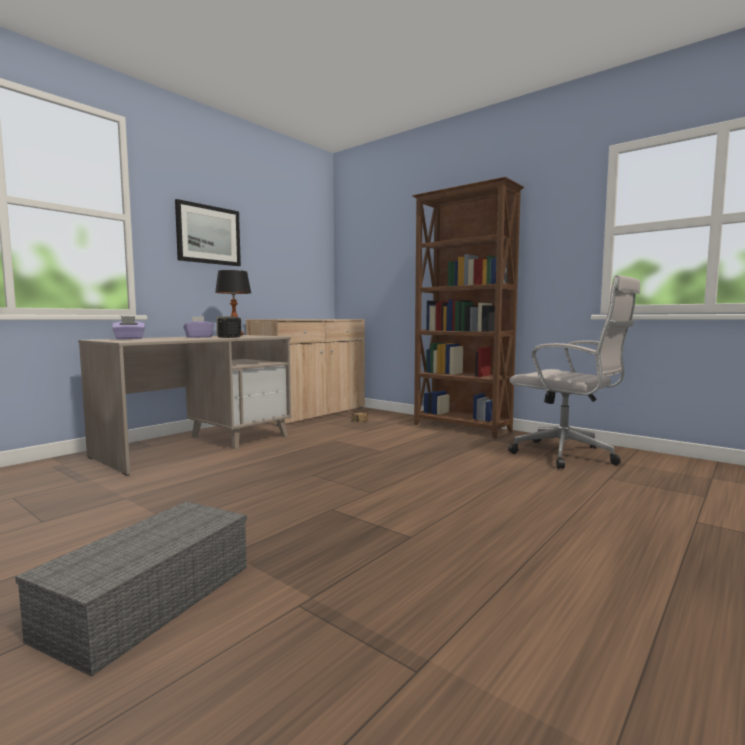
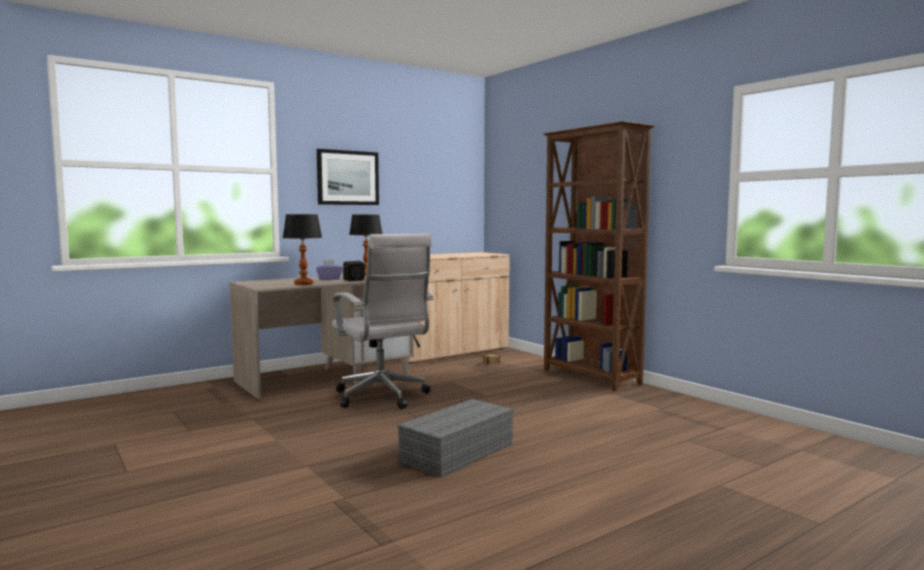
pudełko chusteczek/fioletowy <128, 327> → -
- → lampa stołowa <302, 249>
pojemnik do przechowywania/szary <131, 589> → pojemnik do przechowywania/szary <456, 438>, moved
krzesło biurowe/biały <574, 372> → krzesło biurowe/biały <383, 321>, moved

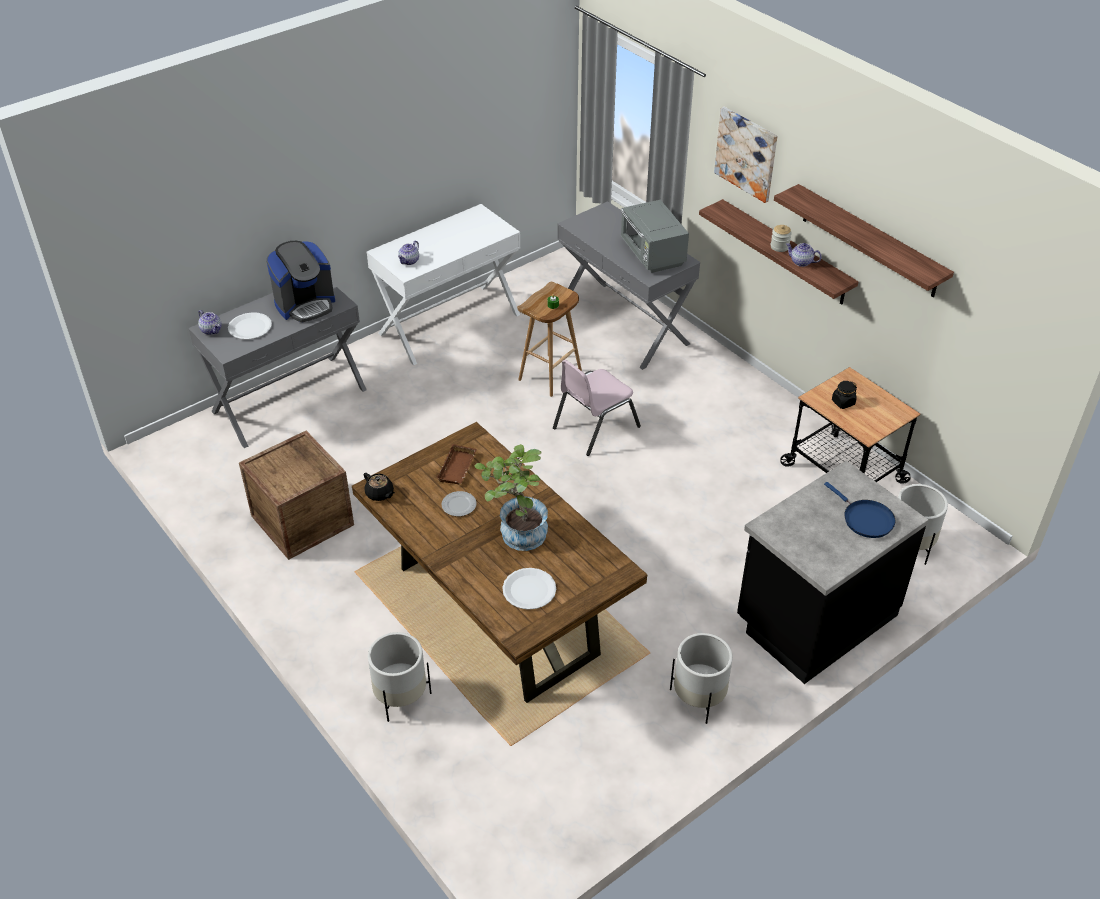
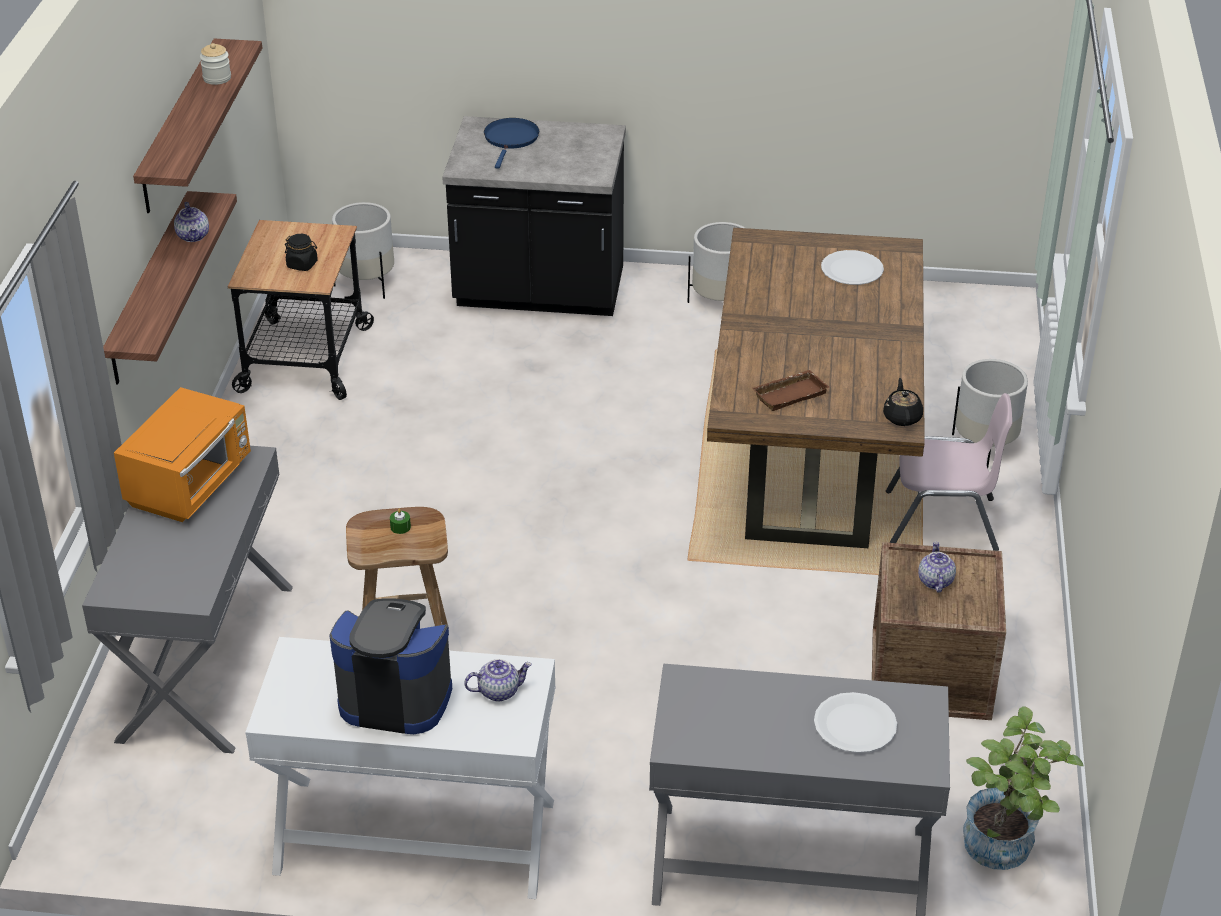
talerz <459, 503> → -
obraz <745, 155> → -
imbryk <210, 322> → imbryk <937, 567>, moved
ekspres do kawy <301, 282> → ekspres do kawy <390, 666>, moved
roślina doniczkowa <511, 497> → roślina doniczkowa <1023, 788>, moved
krzesło/różowy <597, 408> → krzesło/różowy <949, 472>, moved
słoik <781, 238> → słoik <215, 64>, moved
mikrofalówka/szary <655, 236> → mikrofalówka/pomarańczowy <182, 454>

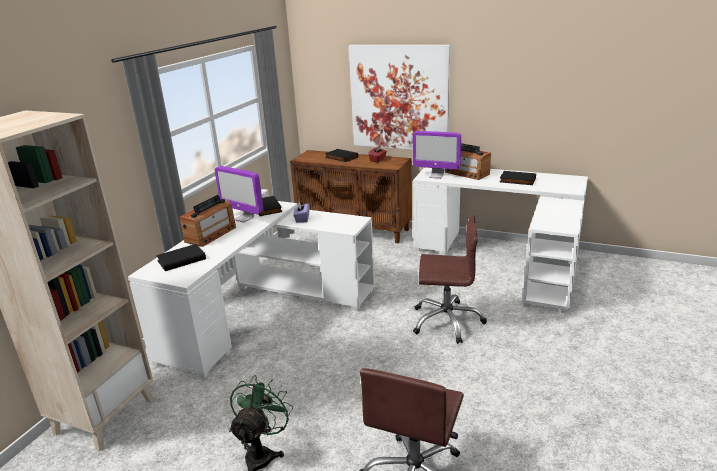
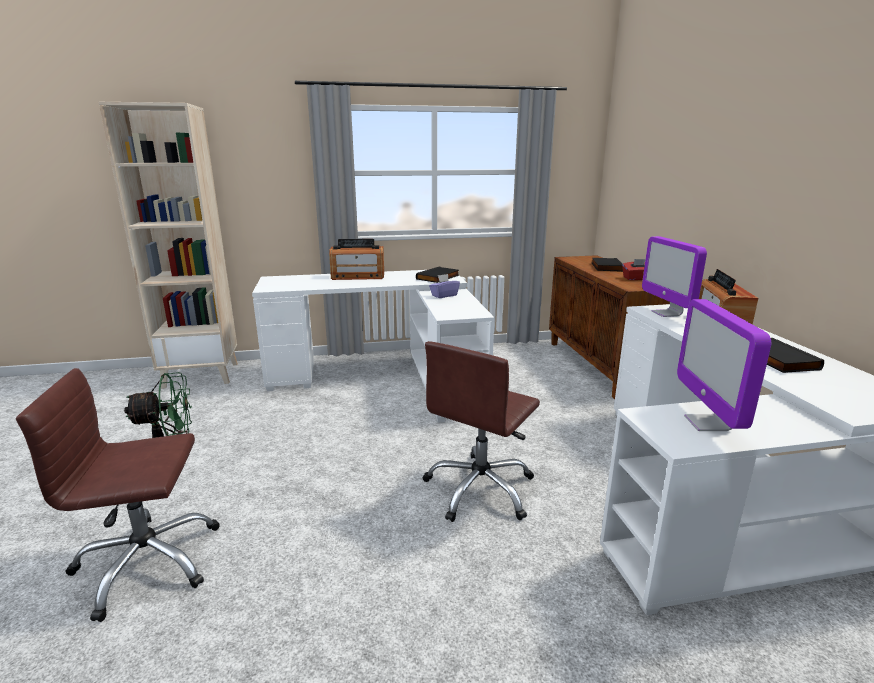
książka/czarny <181, 257> → -
obraz <400, 97> → -
monitor <239, 194> → monitor <724, 365>, moved
krzesło biurowe/brązowy <450, 279> → krzesło biurowe/brązowy <481, 431>, 60 degrees clockwise

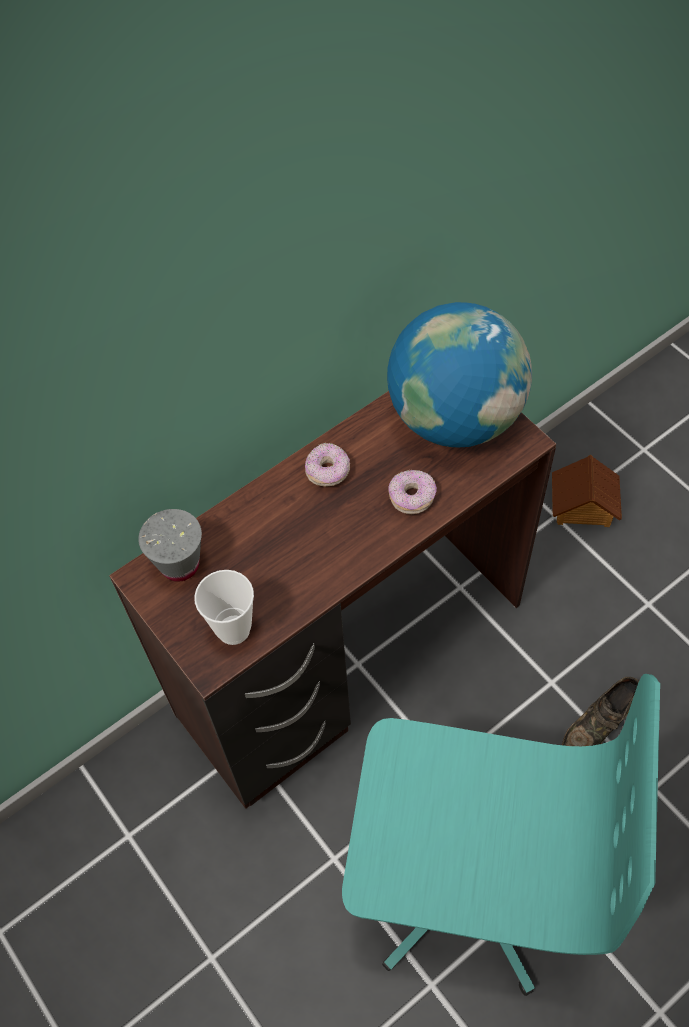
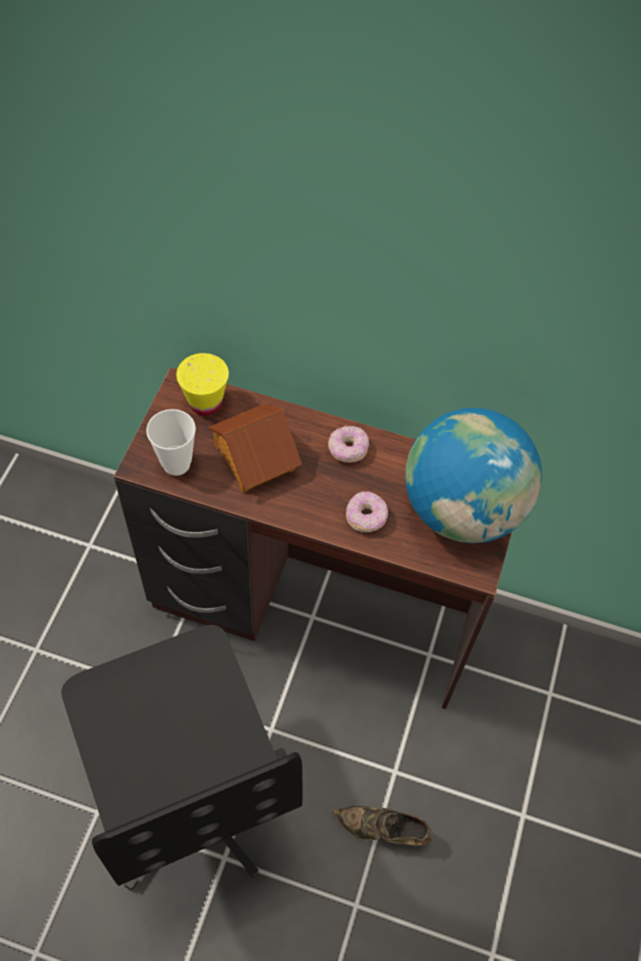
domek <587, 491> → domek <255, 448>, moved
filiżanka/szary <170, 545> → filiżanka/żółty <202, 384>
krzesło biurowe/turkusowy <501, 835> → krzesło biurowe/czarny <181, 758>

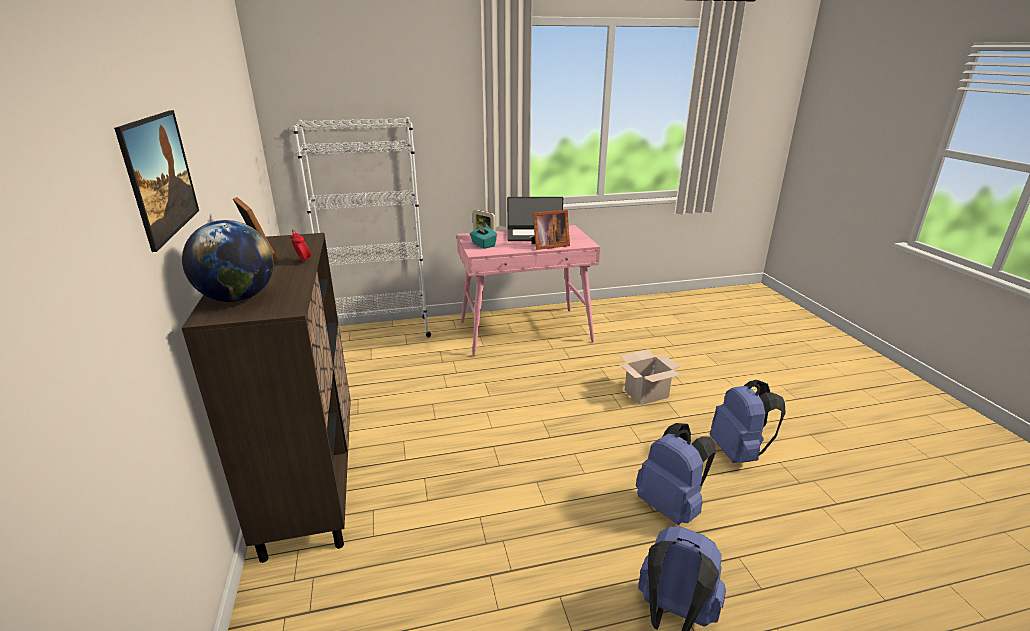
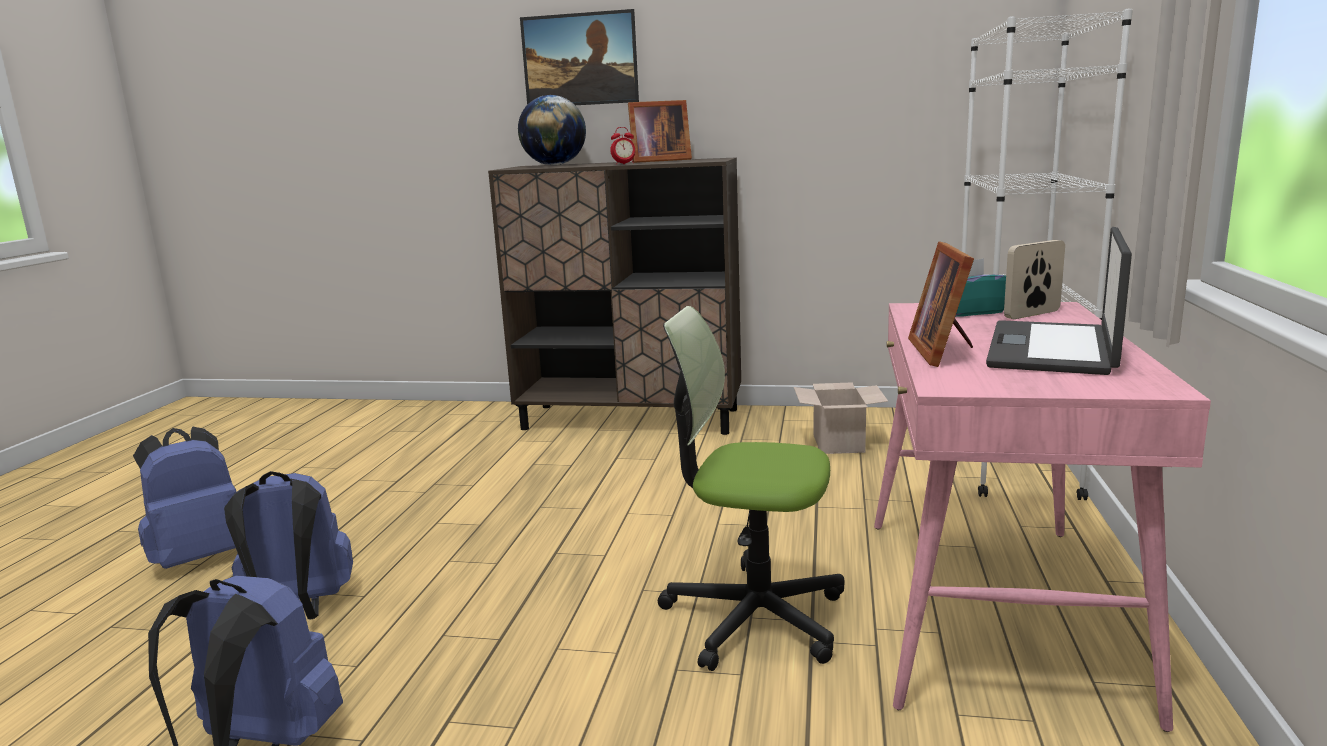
- → krzesło biurowe <751, 488>
karton <651, 377> → karton <841, 418>, moved

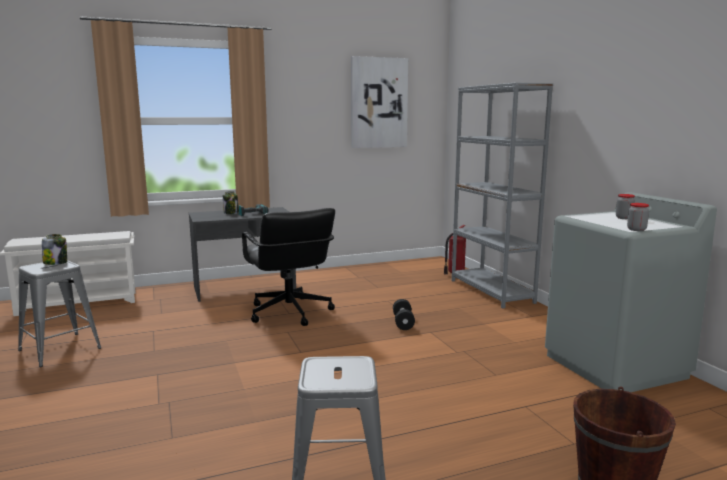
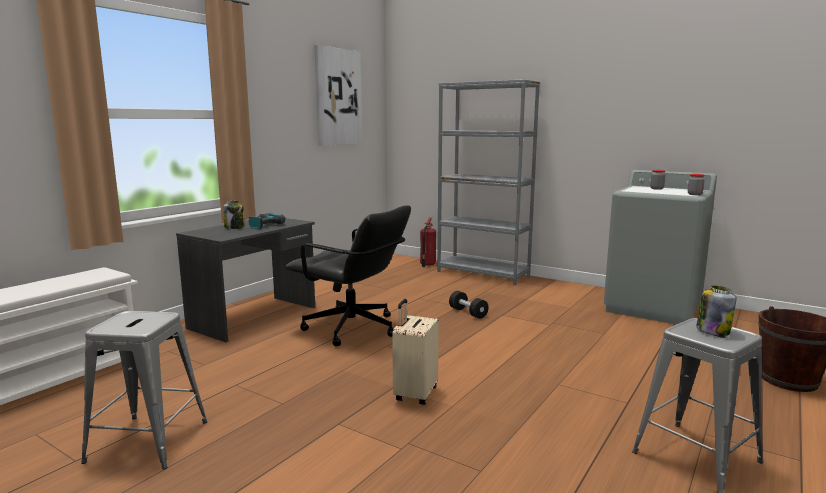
- → walizka/beżowy <415, 352>
słoik <54, 249> → słoik <716, 311>, moved

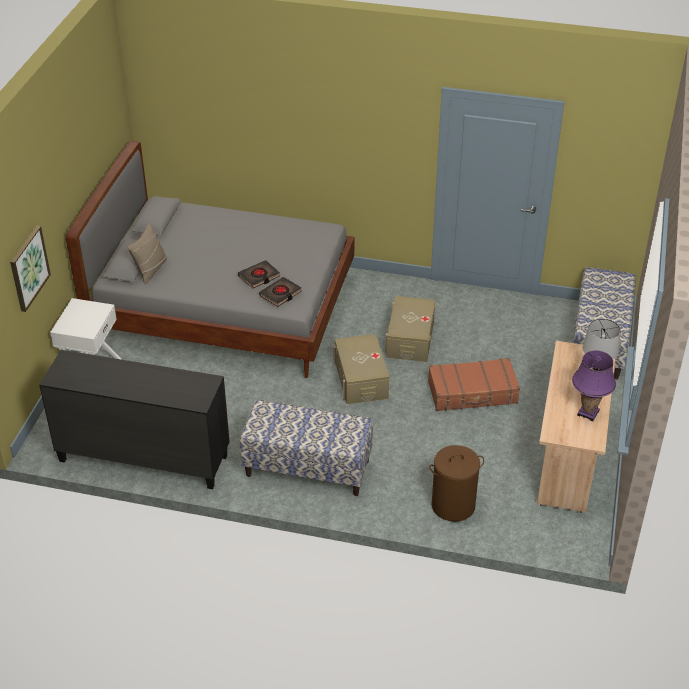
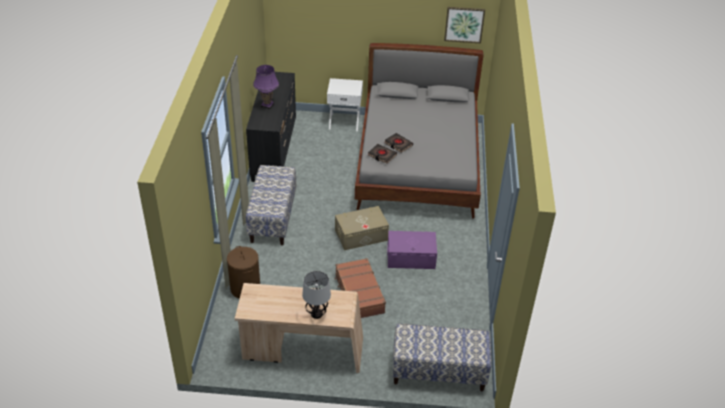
poduszka/beżowy <147, 253> → -
obraz <30, 269> → obraz <464, 25>, moved
lampa stołowa/fioletowy <594, 385> → lampa stołowa/fioletowy <266, 87>, moved
pojemnik do przechowywania/beżowy <410, 329> → pojemnik do przechowywania/fioletowy <412, 250>

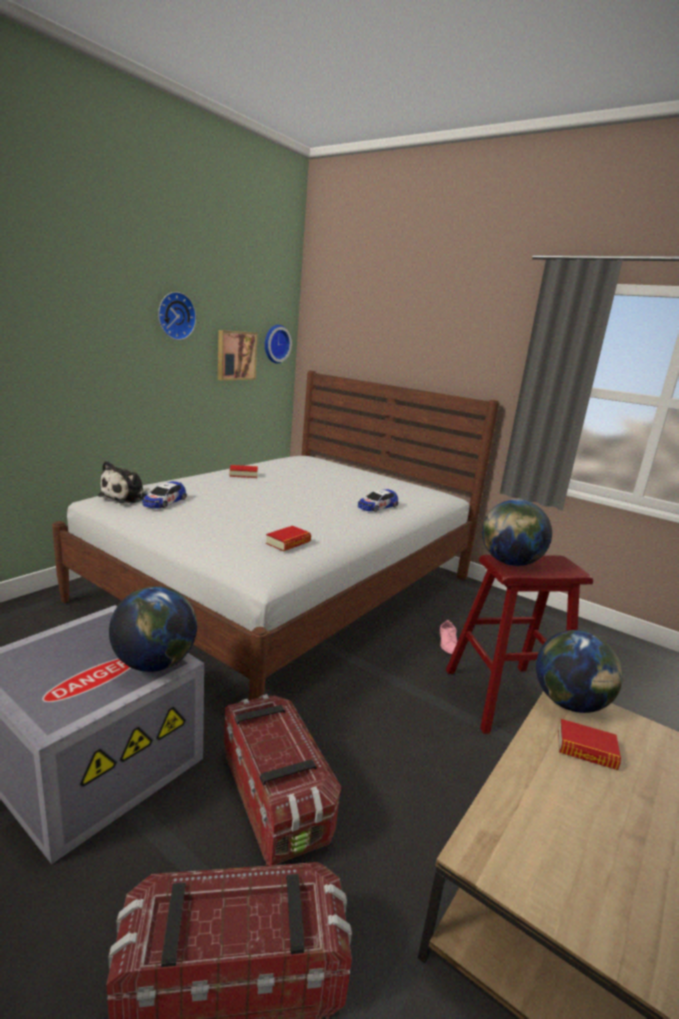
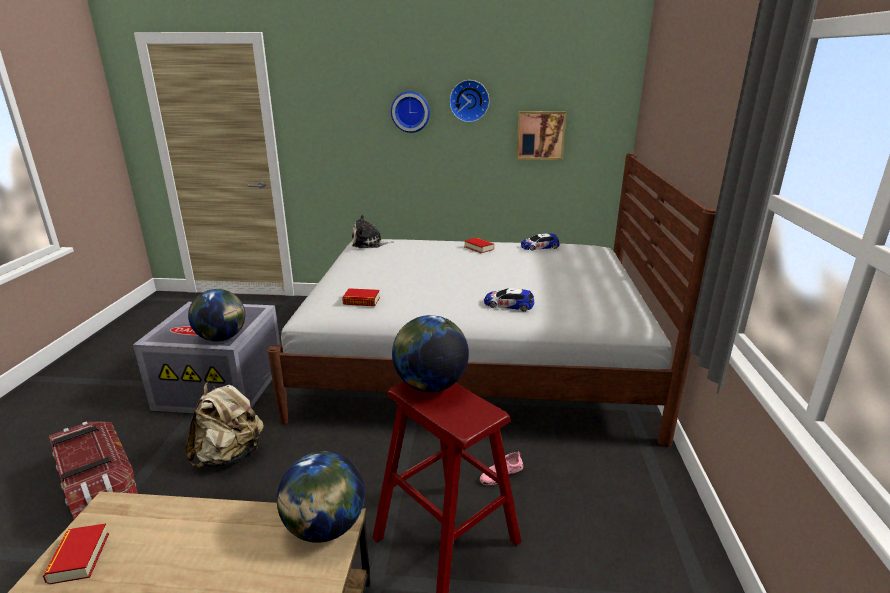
samochodzik <164, 495> → samochodzik <540, 242>, moved
zegar ścienny <278, 344> → zegar ścienny <410, 112>, moved
książka <589, 744> → książka <76, 553>, moved
pojemnik do przechowywania <282, 780> → plecak/beżowy <224, 424>

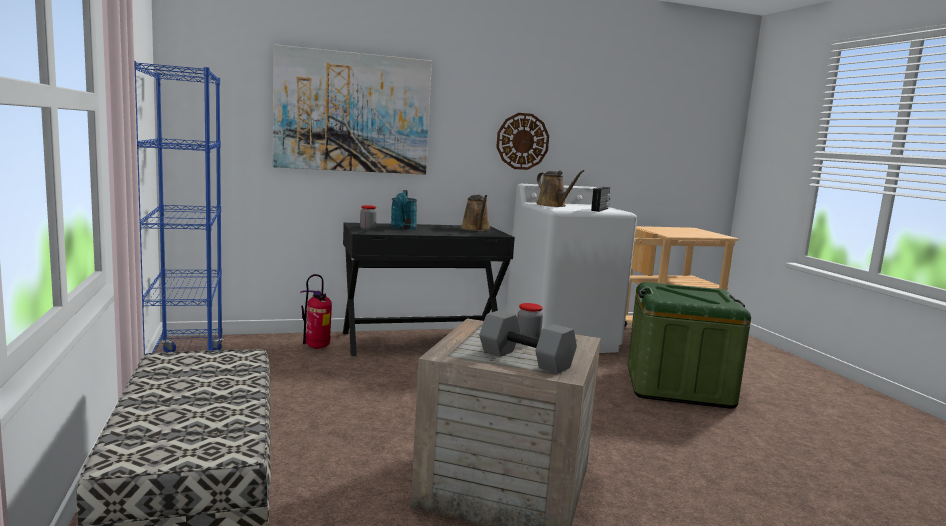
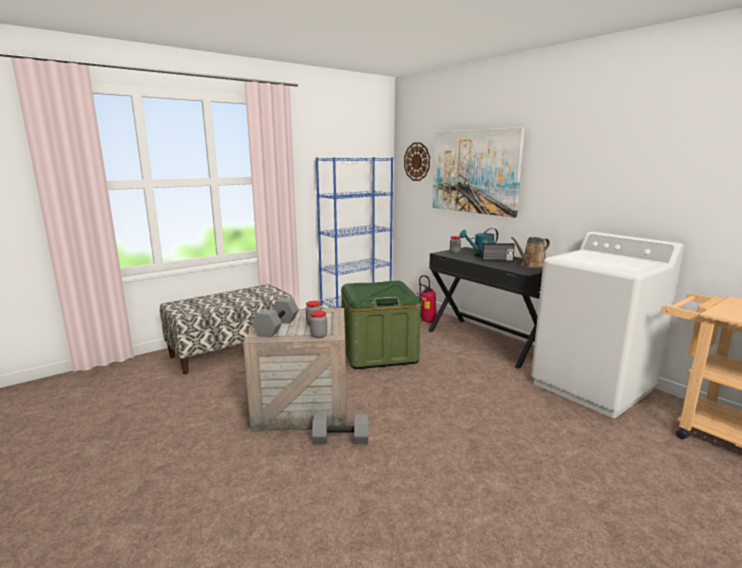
konewka/brązowy <560, 188> → -
- → słoik <318, 324>
- → hantel/szary <340, 429>
zegar ścienny <522, 141> → zegar ścienny <417, 161>, moved
radio <601, 199> → radio <498, 252>, moved
pojemnik do przechowywania/zielony <689, 345> → pojemnik do przechowywania/zielony <381, 325>, moved

